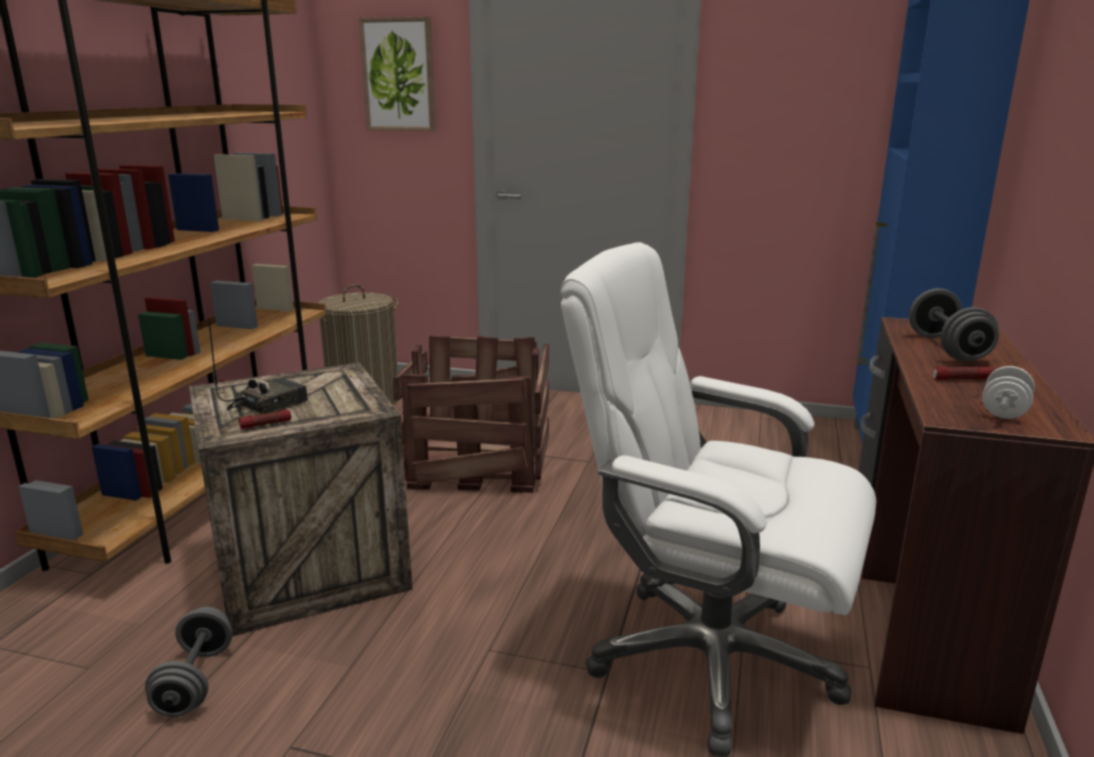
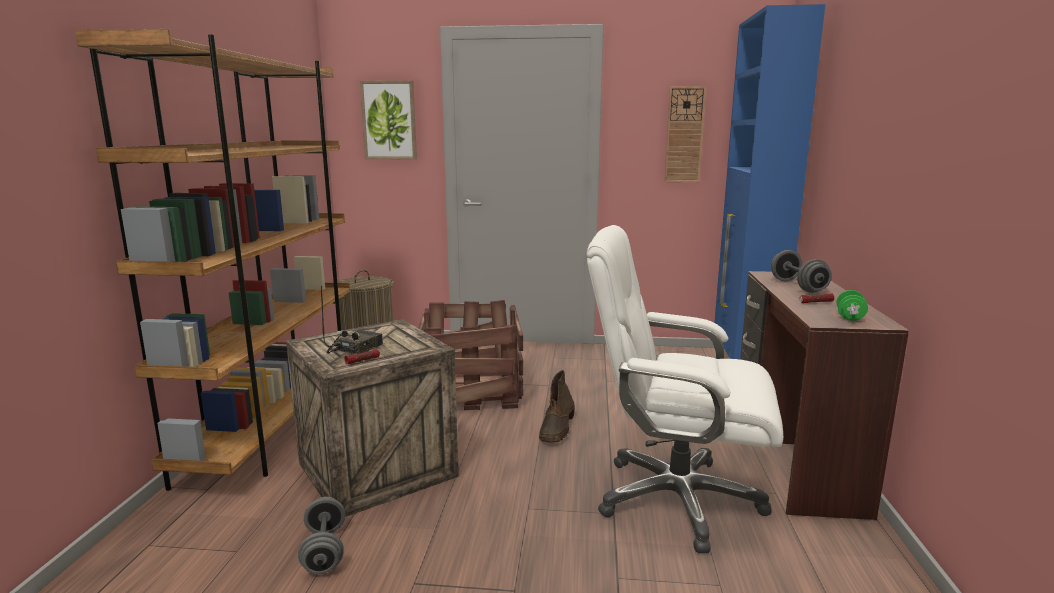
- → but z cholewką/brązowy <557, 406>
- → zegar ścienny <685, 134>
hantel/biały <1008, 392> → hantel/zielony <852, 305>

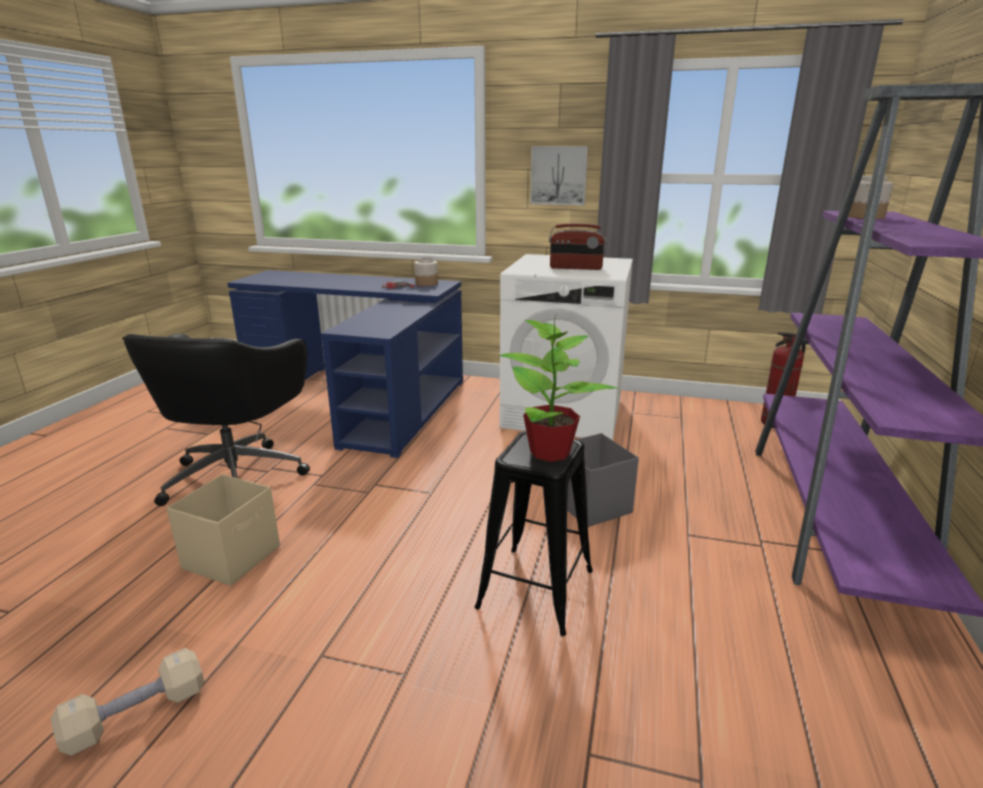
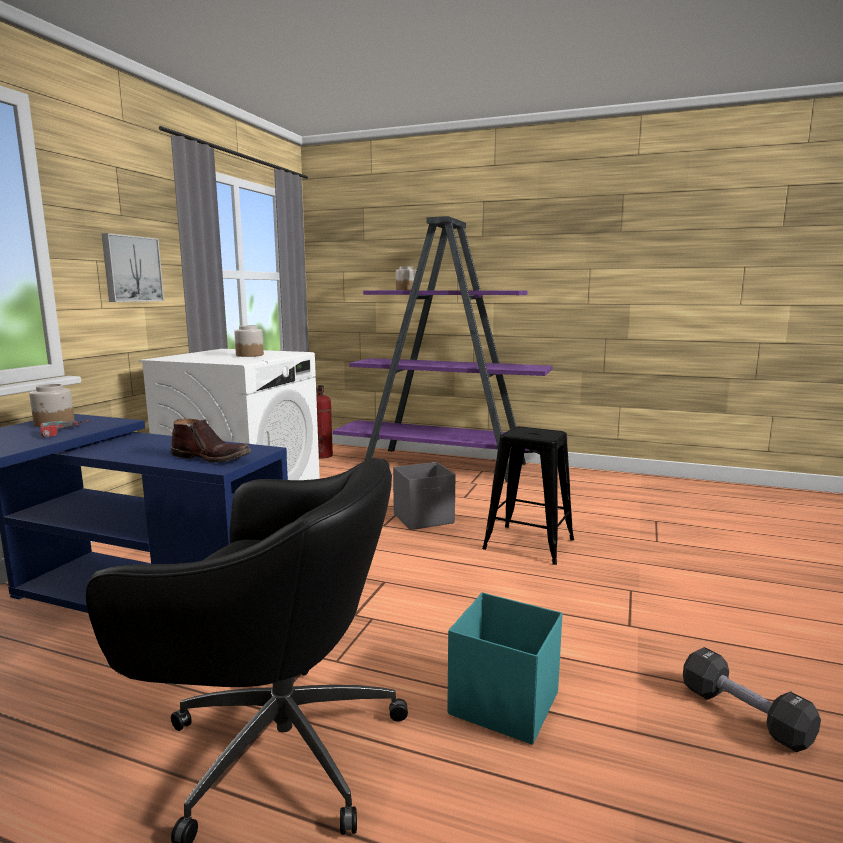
roślina doniczkowa <558, 388> → -
- → but z cholewką/brązowy <211, 441>
radio <577, 246> → słoik <249, 341>
hantel/beżowy <127, 702> → hantel/czarny <752, 699>
pojemnik do przechowywania/beżowy <223, 530> → pojemnik do przechowywania/turkusowy <505, 668>

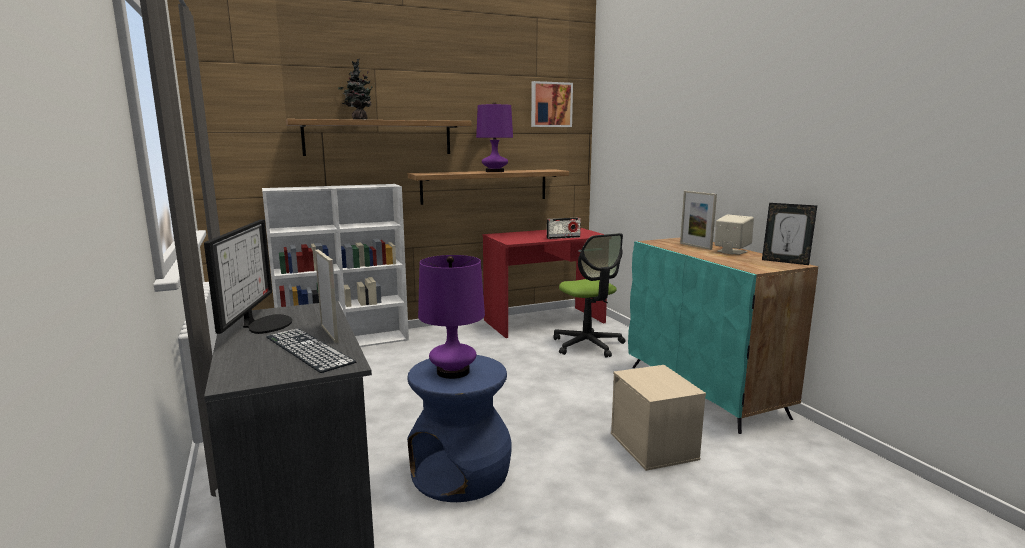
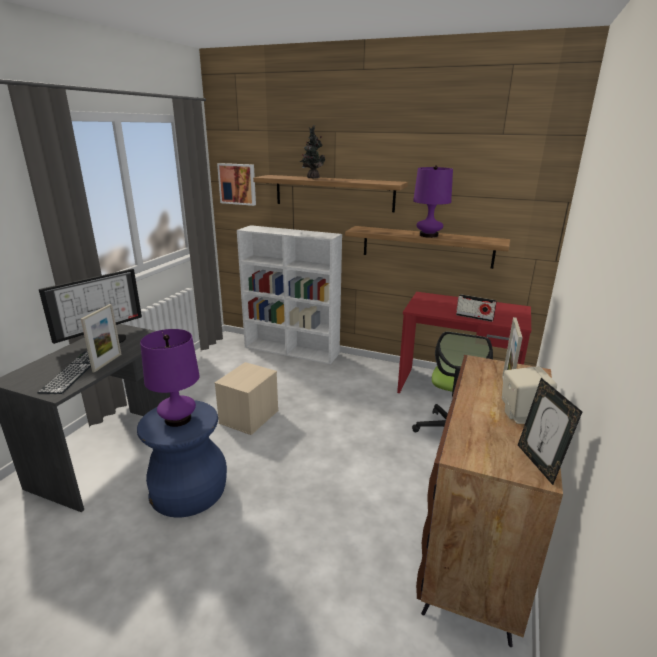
obraz <552, 104> → obraz <236, 184>, moved
pojemnik do przechowywania/beżowy <658, 418> → pojemnik do przechowywania/beżowy <246, 398>, moved
szafka/turkusowy <723, 335> → szafka/brązowy <489, 501>

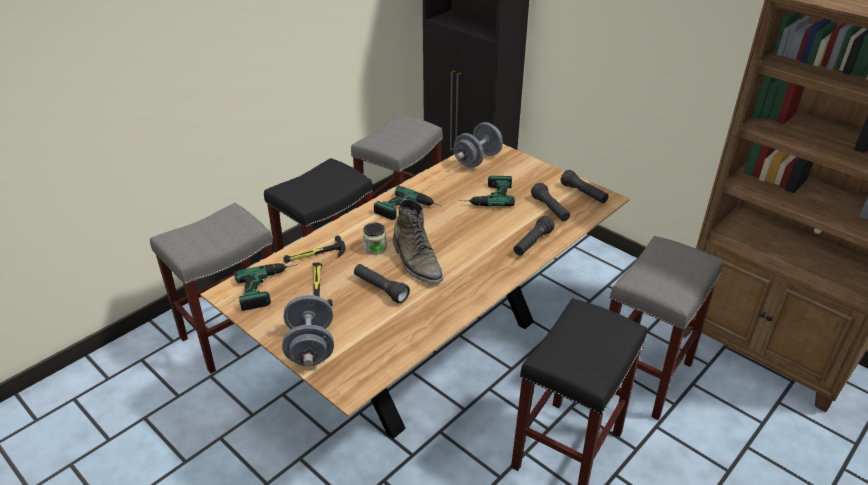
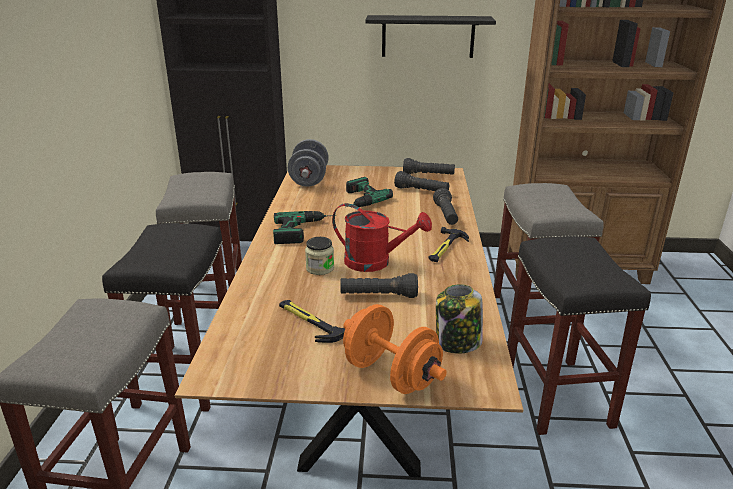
wiertarka <266, 287> → -
- → półka/czarny <430, 36>
- → słoik <459, 319>
młotek <314, 249> → młotek <448, 244>, moved
but z cholewką/zielony <418, 241> → konewka/czerwony <382, 237>
hantel/szary <308, 330> → hantel/pomarańczowy <395, 349>

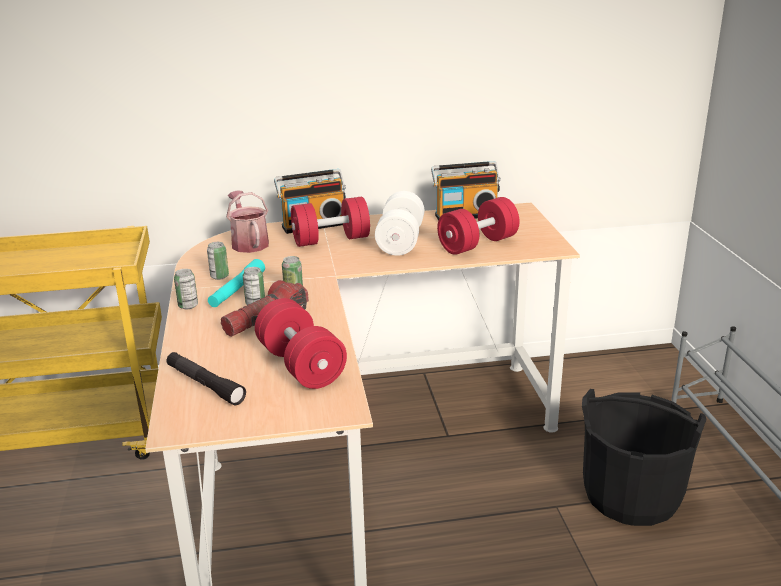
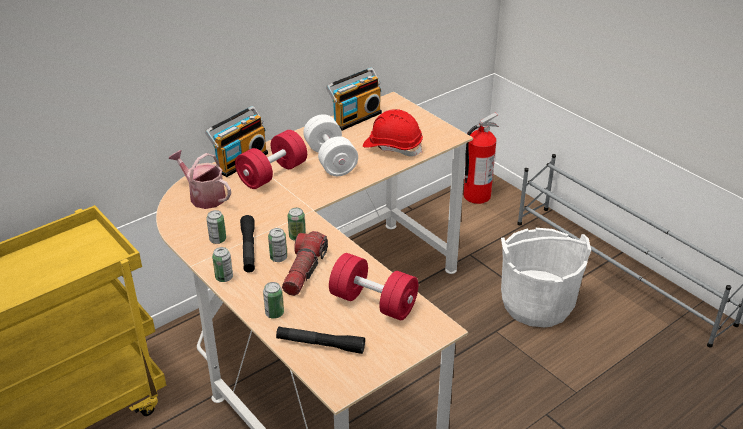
- → puszka <273, 300>
- → gaśnica <481, 158>
hantel/czerwony <478, 226> → kask/czerwony <393, 133>
latarka/turkusowy <236, 283> → latarka/czarny <247, 244>
wiadro/czarny <644, 457> → wiadro/biały <546, 278>

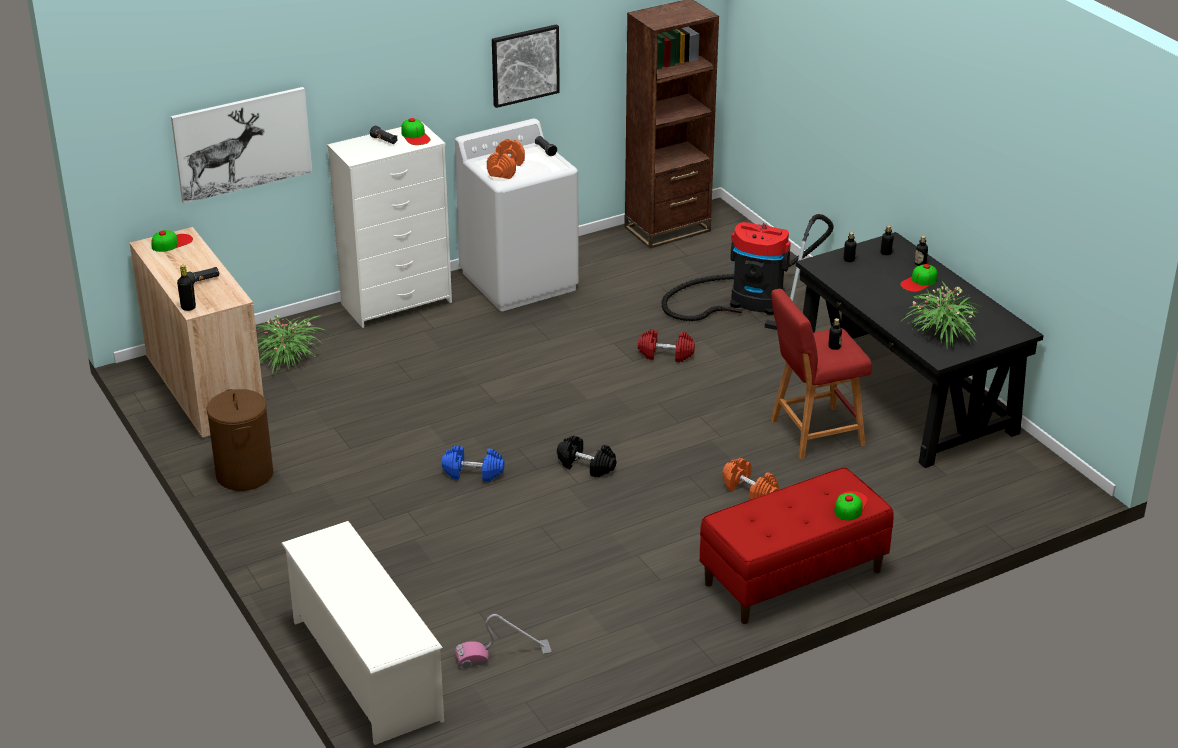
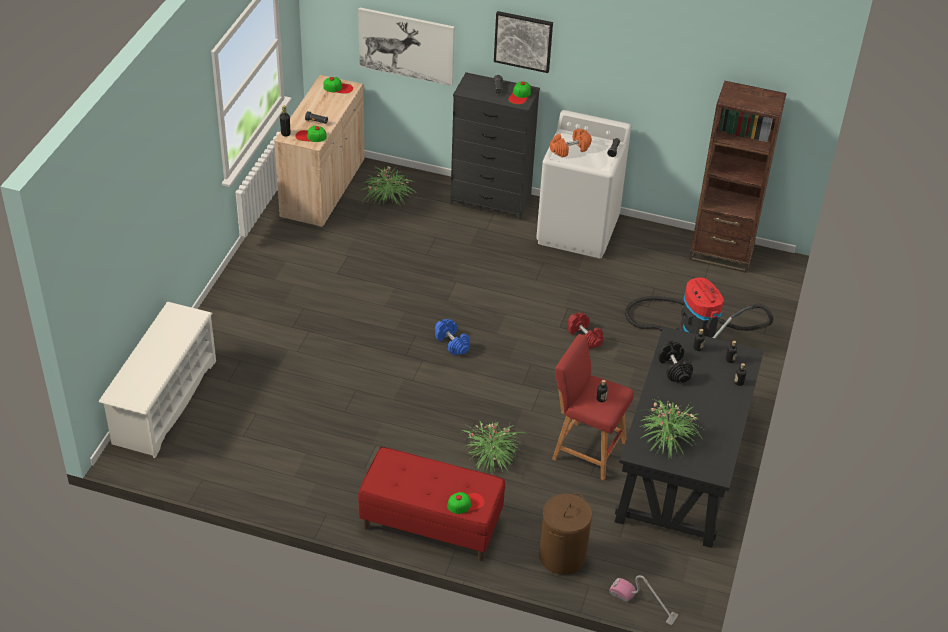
kosz na pranie/brązowy <240, 440> → kosz na pranie/brązowy <565, 534>, moved
hantel/niebieski <473, 464> → hantel/niebieski <452, 337>, moved
odkurzacz <503, 641> → odkurzacz <643, 600>, moved
obraz <526, 66> → obraz <523, 42>, moved
hantel/czarny <586, 456> → hantel/czarny <675, 361>, moved
czapka z daszkiem <919, 278> → czapka z daszkiem <311, 134>, moved
hantel/pomarańczowy <750, 479> → roślina doniczkowa <493, 448>
komoda/biały <389, 225> → komoda/czarny <495, 146>

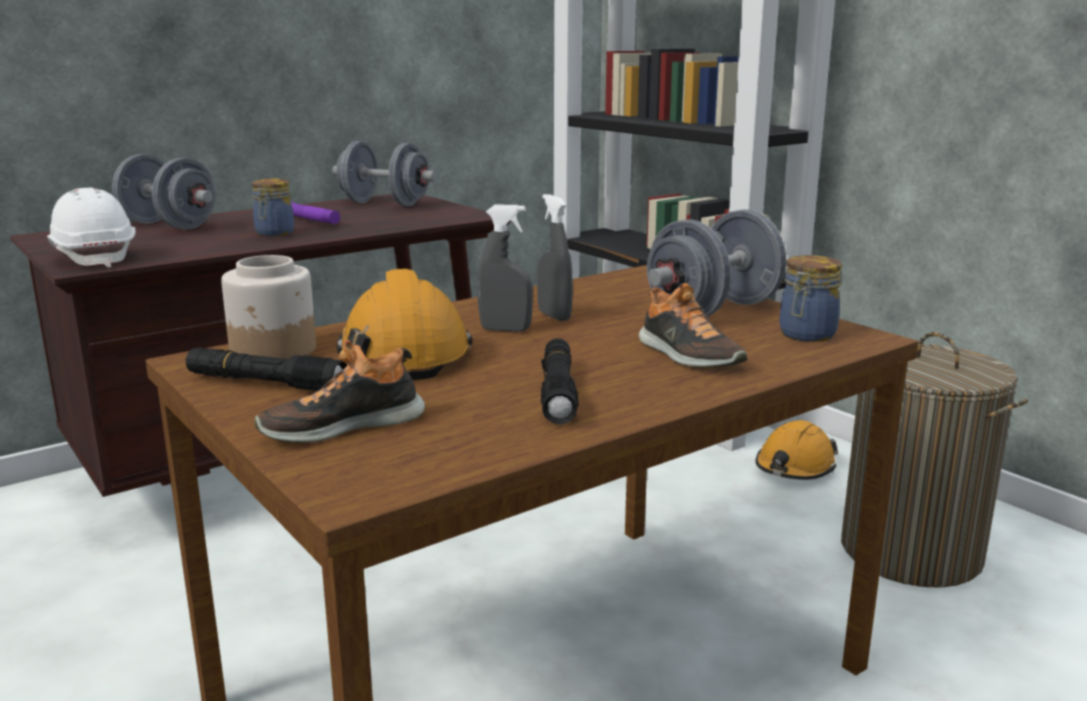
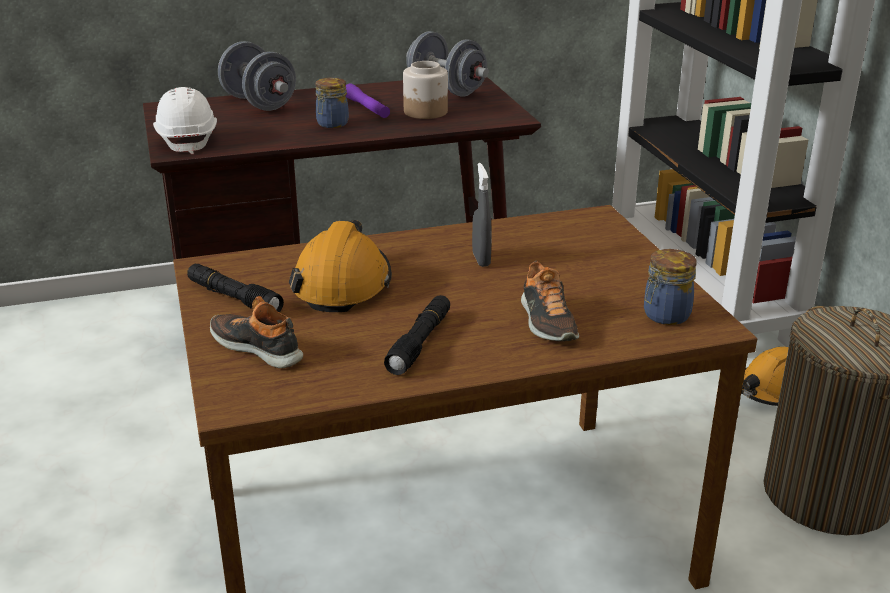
spryskiwacz/szary <505, 268> → -
hantel/szary <716, 263> → -
słoik <268, 307> → słoik <425, 90>, moved
but <339, 391> → but <256, 332>, 45 degrees clockwise

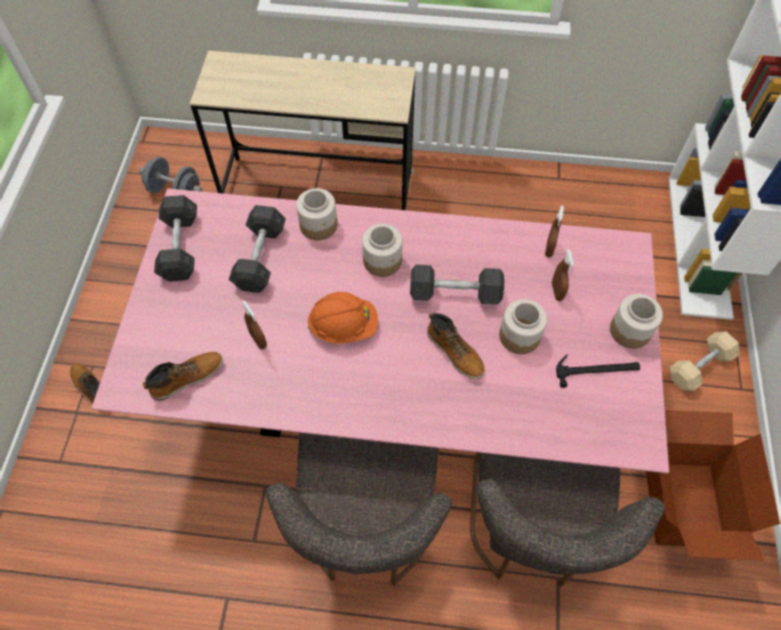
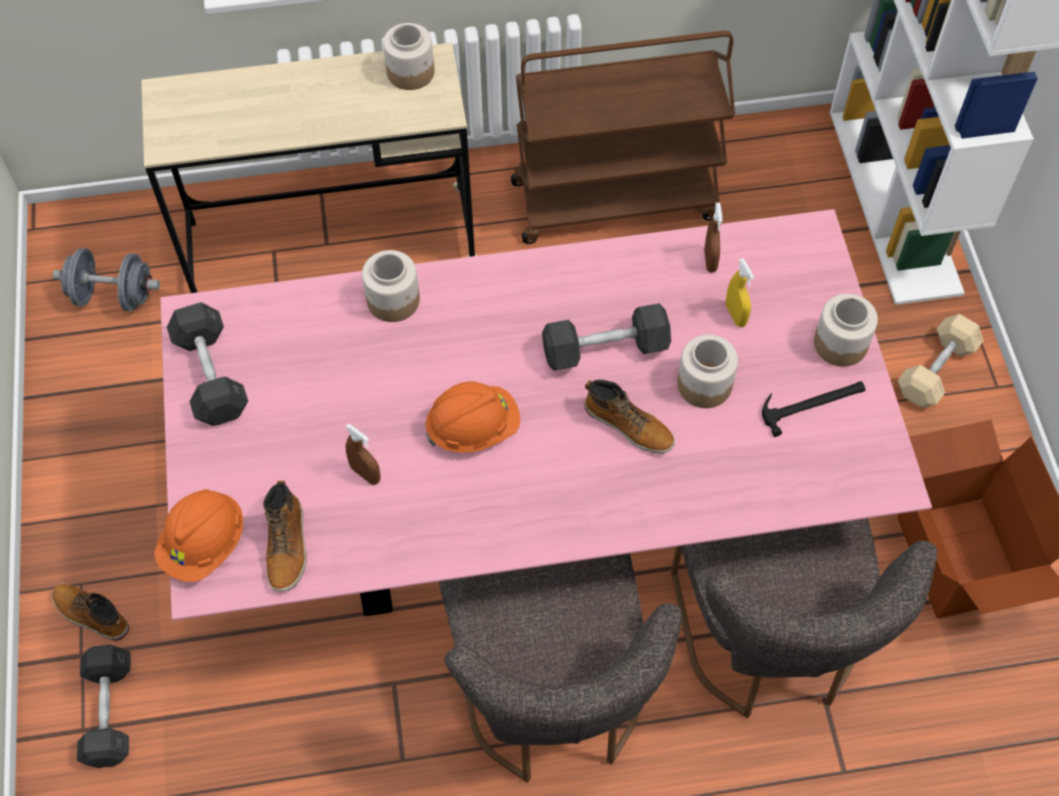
- → kask/pomarańczowy <198, 535>
- → wózek/brązowy <623, 137>
hantel/szary <257, 249> → hantel/szary <104, 706>, moved
słoik <382, 250> → słoik <408, 56>, moved
spryskiwacz/brązowy <563, 275> → spryskiwacz/żółty <740, 292>
but z cholewką <182, 376> → but z cholewką <285, 536>, 135 degrees clockwise

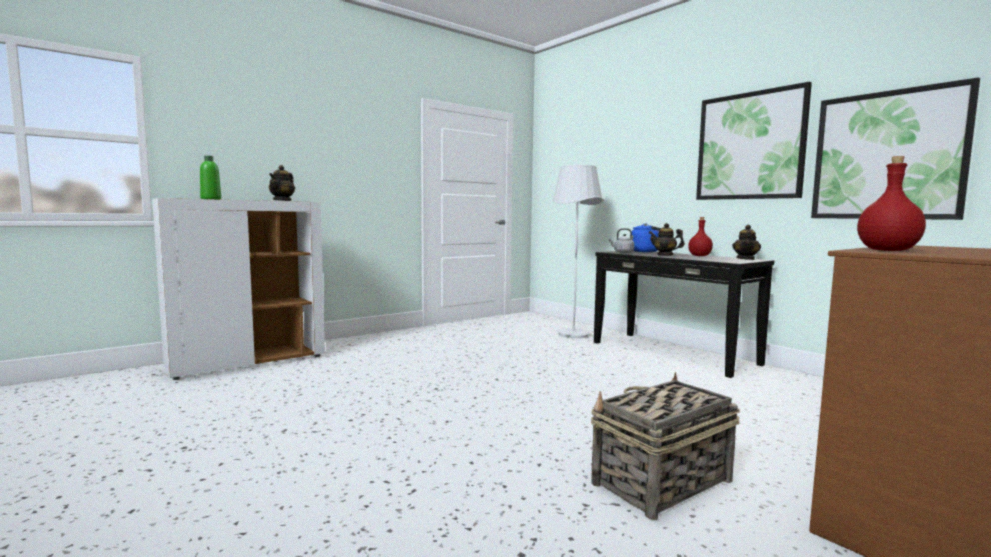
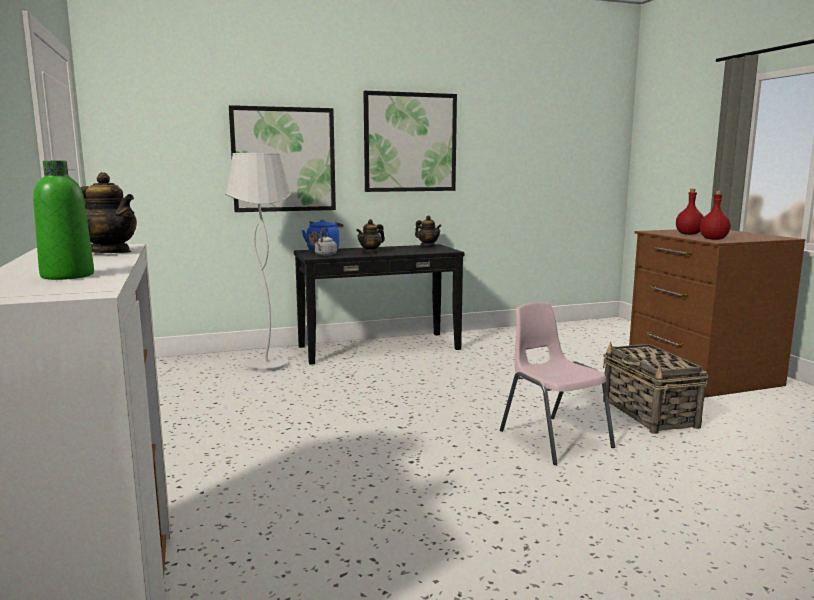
- → krzesło/różowy <557, 383>
butelka/czerwony <700, 236> → butelka/czerwony <690, 212>, moved
obraz <895, 148> → obraz <282, 158>, moved

